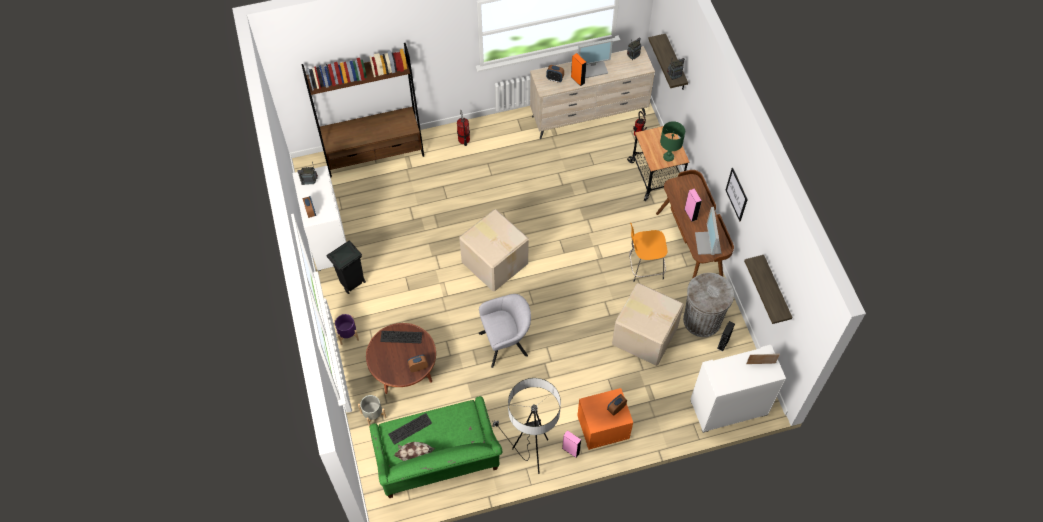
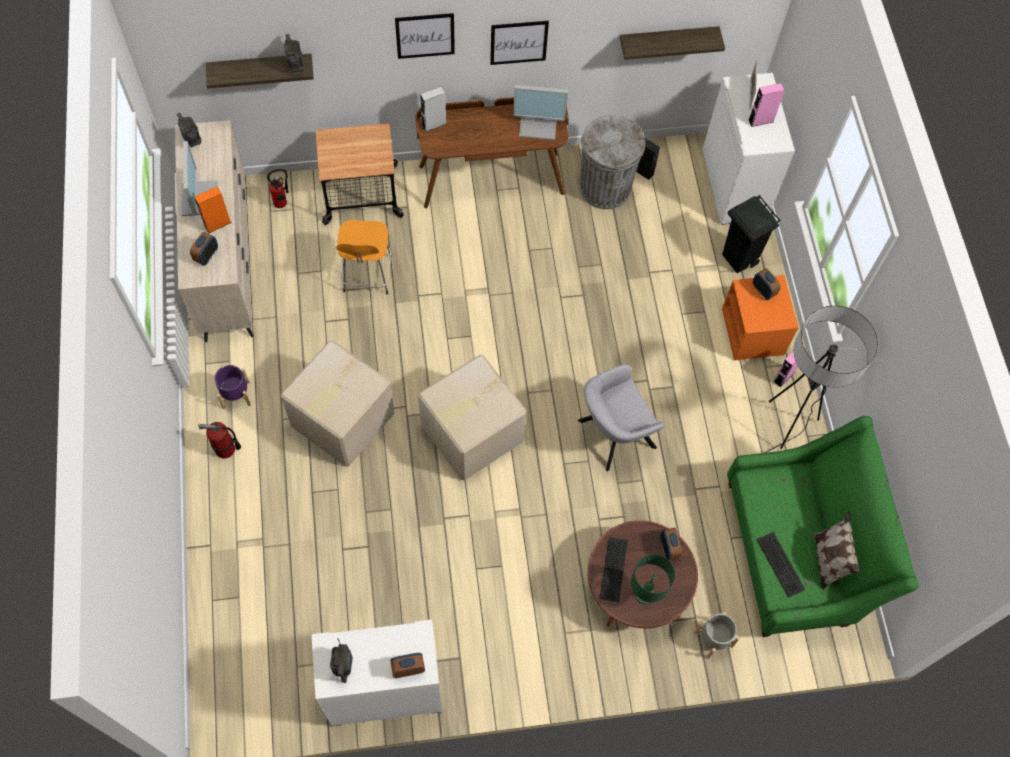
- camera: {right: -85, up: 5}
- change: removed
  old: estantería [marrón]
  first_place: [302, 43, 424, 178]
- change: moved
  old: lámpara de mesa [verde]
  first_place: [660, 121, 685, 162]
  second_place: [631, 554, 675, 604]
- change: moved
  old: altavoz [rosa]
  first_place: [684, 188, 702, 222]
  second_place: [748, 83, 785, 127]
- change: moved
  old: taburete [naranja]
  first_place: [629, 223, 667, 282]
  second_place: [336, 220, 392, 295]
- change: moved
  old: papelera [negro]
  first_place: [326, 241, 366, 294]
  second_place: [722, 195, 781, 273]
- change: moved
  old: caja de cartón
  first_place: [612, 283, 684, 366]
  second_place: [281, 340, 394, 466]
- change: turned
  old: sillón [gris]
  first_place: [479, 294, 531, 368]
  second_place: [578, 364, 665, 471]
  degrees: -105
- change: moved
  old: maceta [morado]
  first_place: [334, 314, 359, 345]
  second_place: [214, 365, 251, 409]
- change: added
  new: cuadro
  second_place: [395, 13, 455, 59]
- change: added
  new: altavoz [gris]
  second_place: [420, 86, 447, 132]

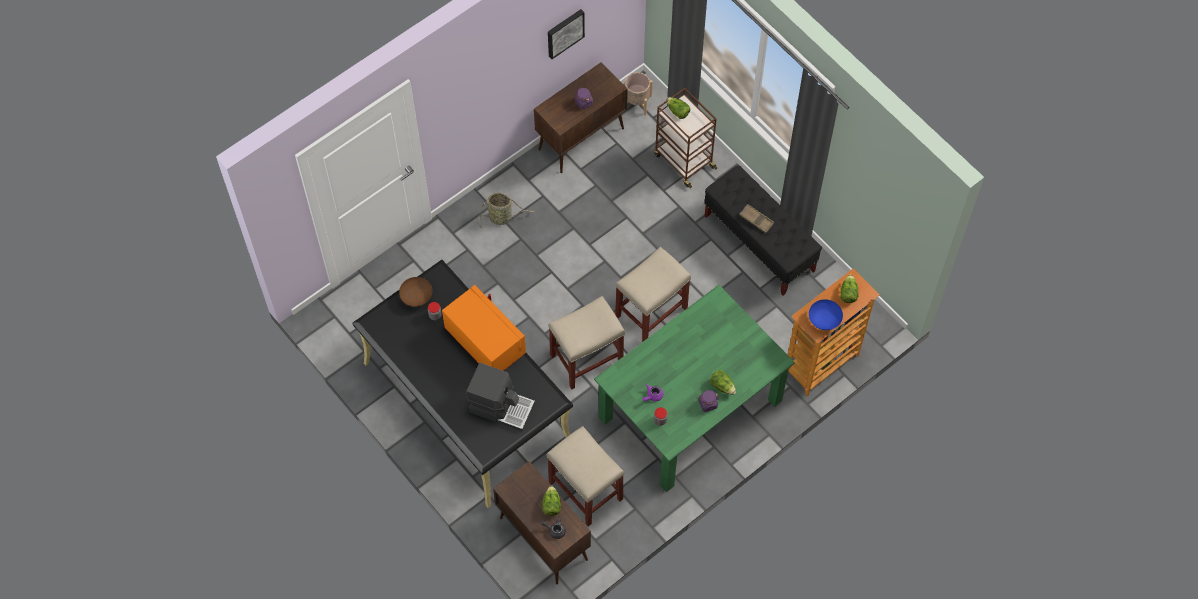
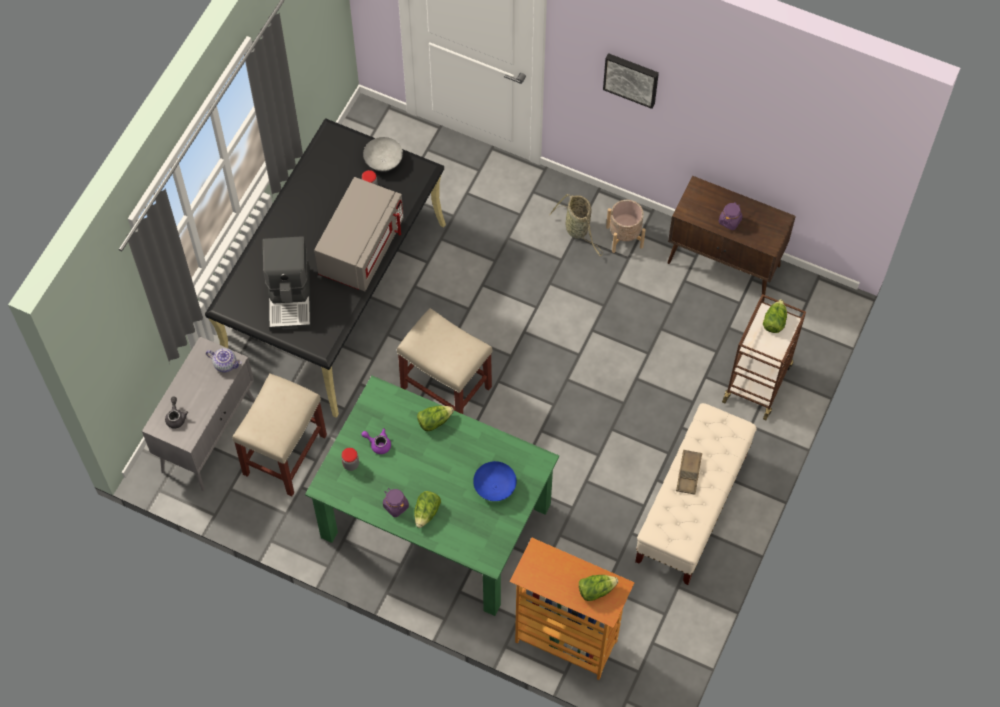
- camera: {right: 65, up: 0}
- change: moved
  old: cuadro
  first_place: [548, 9, 585, 59]
  second_place: [603, 53, 659, 109]
- change: moved
  old: maceta [beis]
  first_place: [625, 72, 653, 115]
  second_place: [606, 200, 646, 253]
- change: recoloured
  old: banco [negro]
  new: banco [beis]
  first_place: [704, 165, 822, 296]
  second_place: [635, 403, 757, 585]
- change: removed
  old: taburete [beis]
  first_place: [615, 247, 691, 342]
- change: recoloured
  old: cuenco [marrón]
  new: cuenco [gris]
  first_place: [399, 277, 432, 307]
  second_place: [363, 137, 403, 171]
- change: recoloured
  old: microondas [naranja]
  new: microondas [gris]
  first_place: [442, 285, 526, 371]
  second_place: [314, 177, 404, 291]
- change: moved
  old: cuenco [azul]
  first_place: [809, 299, 843, 330]
  second_place: [473, 461, 517, 501]
- change: recoloured
  old: armario [marrón]
  new: armario [gris]
  first_place: [493, 461, 591, 584]
  second_place: [142, 337, 255, 491]
- change: moved
  old: lechuga
  first_place: [542, 486, 561, 516]
  second_place: [417, 406, 454, 431]
- change: added
  new: tetera
  second_place: [206, 348, 242, 372]

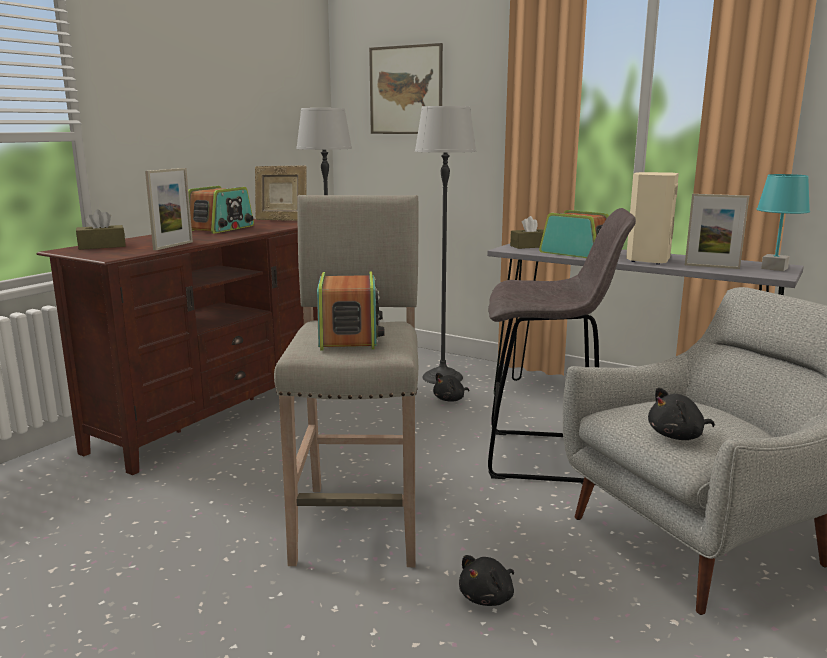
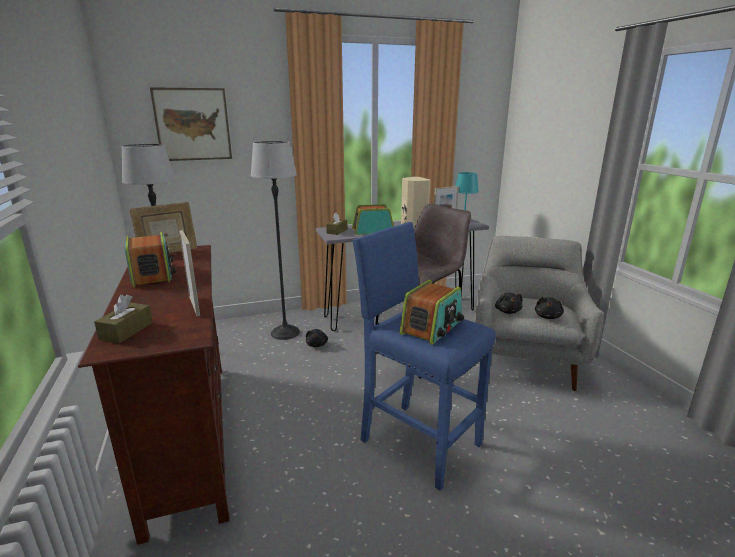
- camera: {right: -50, up: 5}
- change: recoloured
  old: taburete [beis]
  new: taburete [azul]
  first_place: [274, 195, 418, 567]
  second_place: [352, 222, 496, 491]
- change: turned
  old: radio
  first_place: [317, 271, 384, 351]
  second_place: [400, 280, 464, 345]
  degrees: 90
- change: moved
  old: peluche [negro]
  first_place: [459, 555, 514, 606]
  second_place: [495, 293, 523, 314]

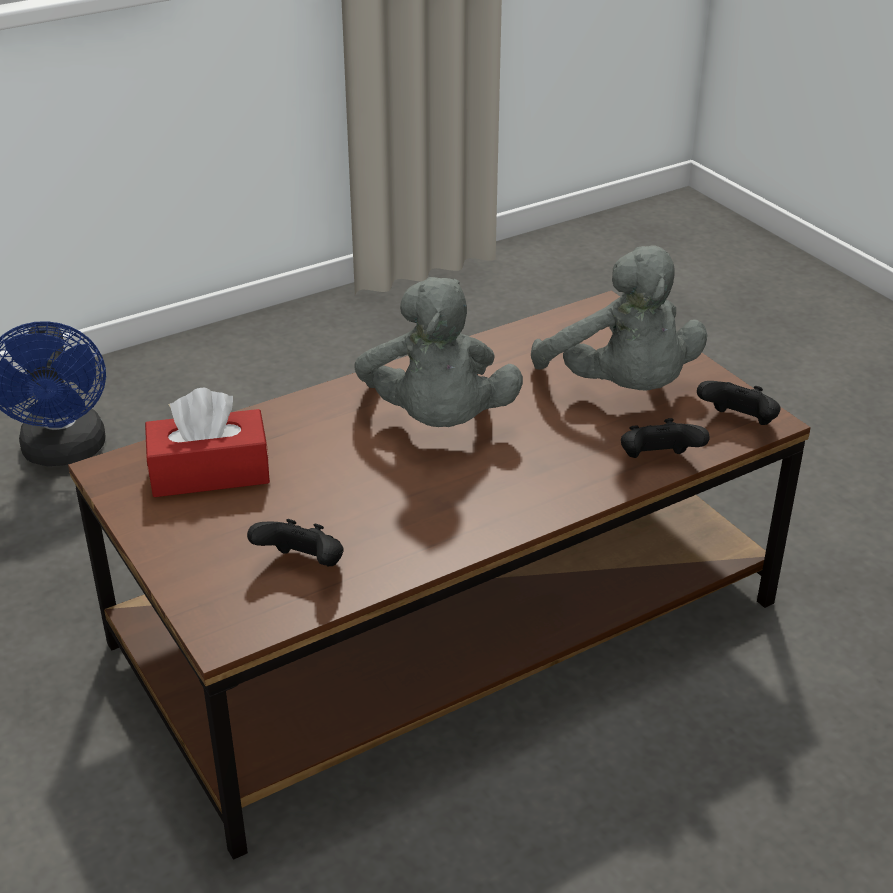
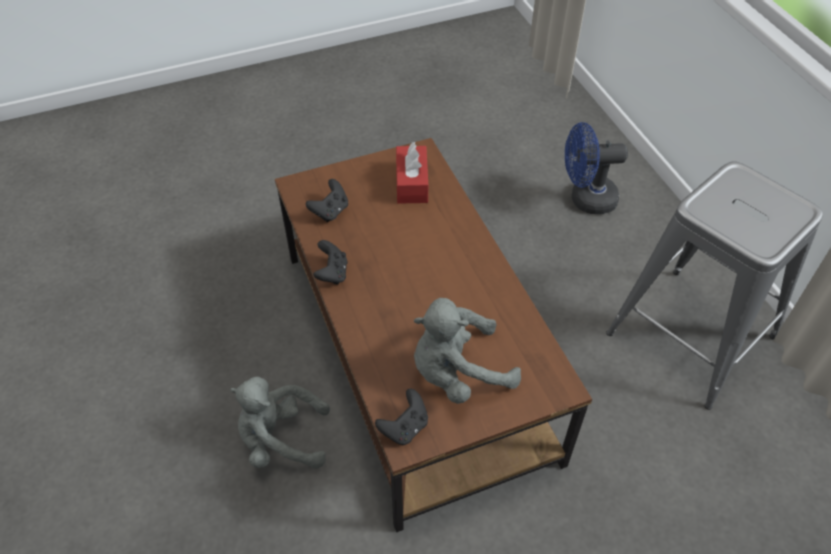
- camera: {right: 100, up: 15}
- change: moved
  old: peluche [gris]
  first_place: [354, 277, 523, 427]
  second_place: [230, 377, 330, 469]
- change: moved
  old: mando de consola [negro]
  first_place: [621, 418, 710, 458]
  second_place: [313, 240, 348, 285]
- change: added
  new: taburete [gris]
  second_place: [606, 161, 823, 410]

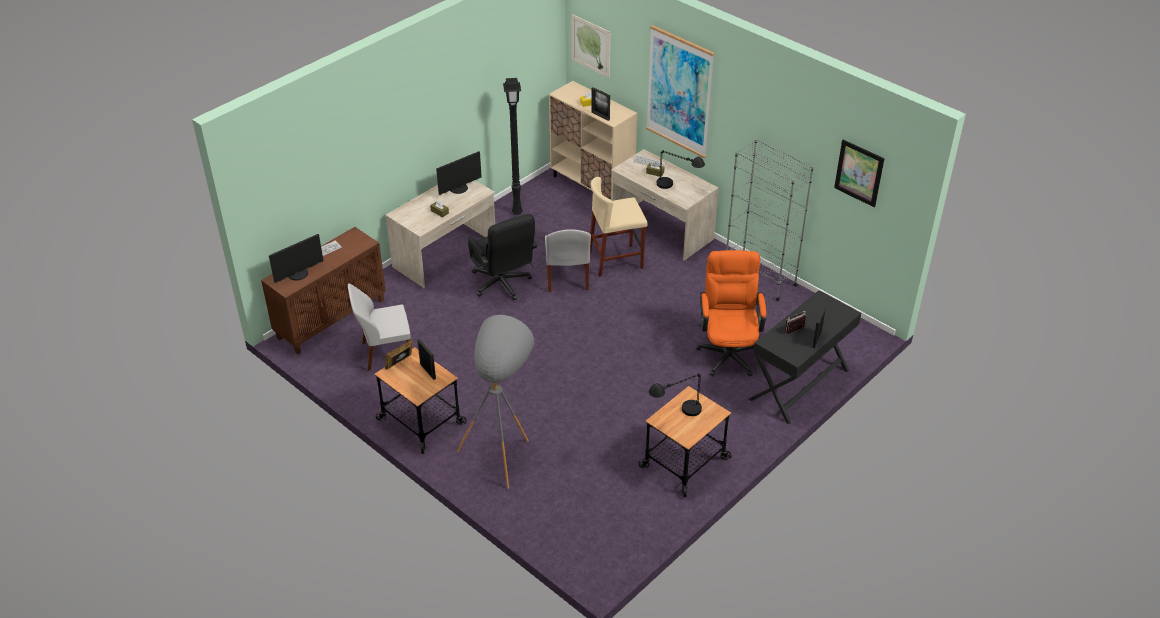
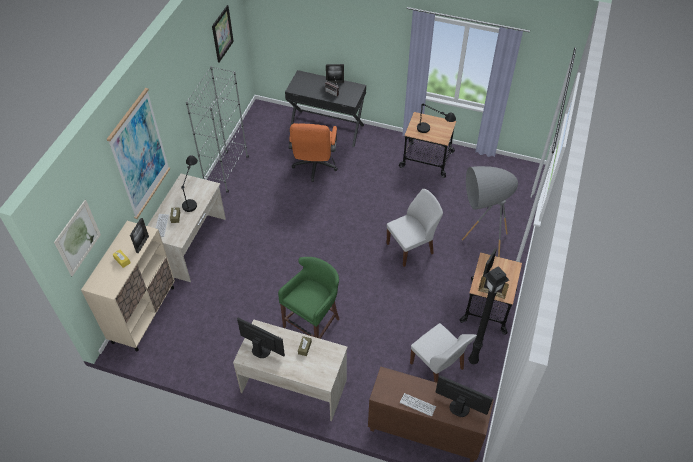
- camera: {right: -115, up: 10}
- change: moved
  old: lámpara de pie [negro]
  first_place: [503, 78, 522, 215]
  second_place: [468, 266, 509, 364]
- change: removed
  old: taburete [beis]
  first_place: [590, 177, 648, 277]
- change: replaced
  old: silla de oficina [negro]
  new: taburete [verde]
  first_place: [468, 214, 537, 300]
  second_place: [278, 257, 340, 339]
- change: moved
  old: silla [blanco]
  first_place: [545, 229, 591, 292]
  second_place: [387, 189, 443, 267]
- change: turned
  old: silla de oficina [naranja]
  first_place: [696, 250, 766, 376]
  second_place: [289, 123, 338, 182]
  degrees: -60

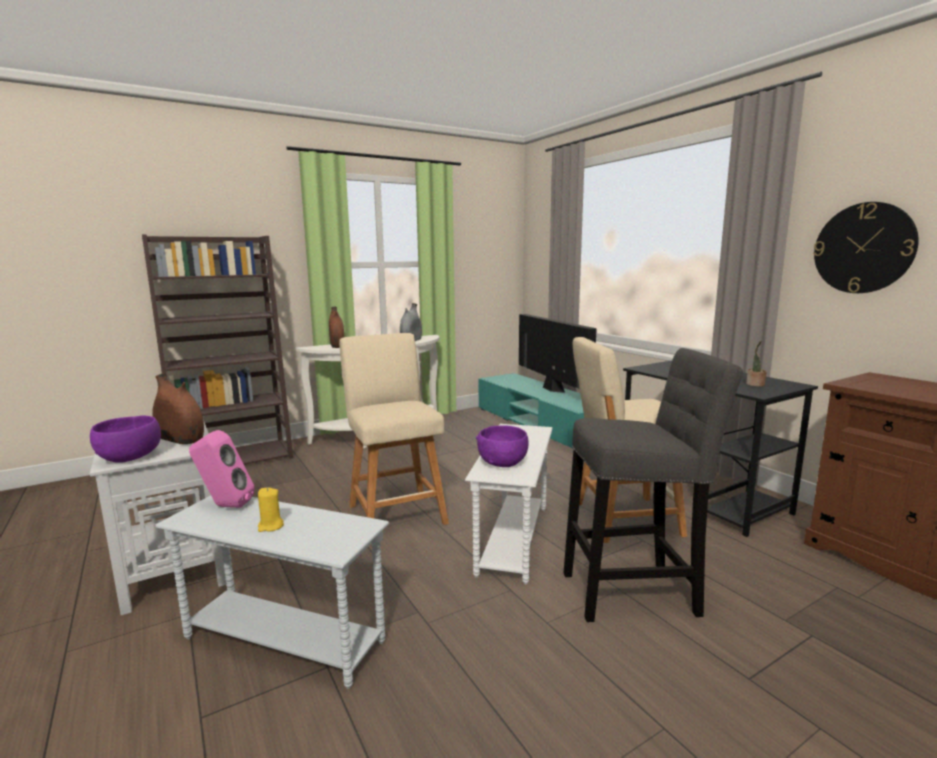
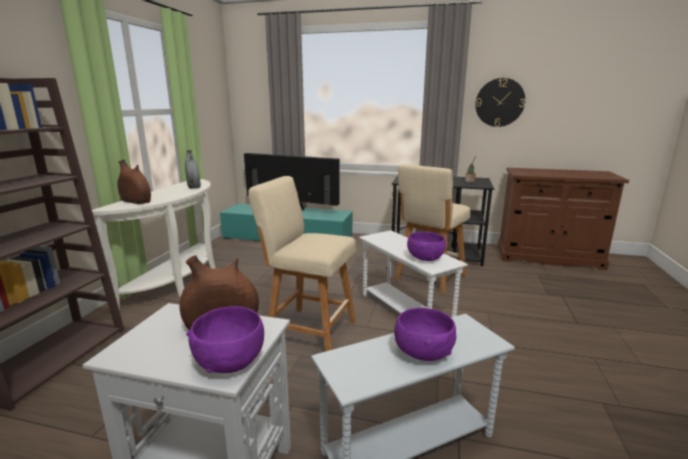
- camera: {right: -45, up: 5}
- change: removed
  old: taburete [gris]
  first_place: [564, 348, 743, 622]
- change: removed
  old: altavoz [rosa]
  first_place: [189, 430, 255, 508]
- change: replaced
  old: vela [amarillo]
  new: cuenco [morado]
  first_place: [258, 488, 284, 532]
  second_place: [394, 308, 456, 361]

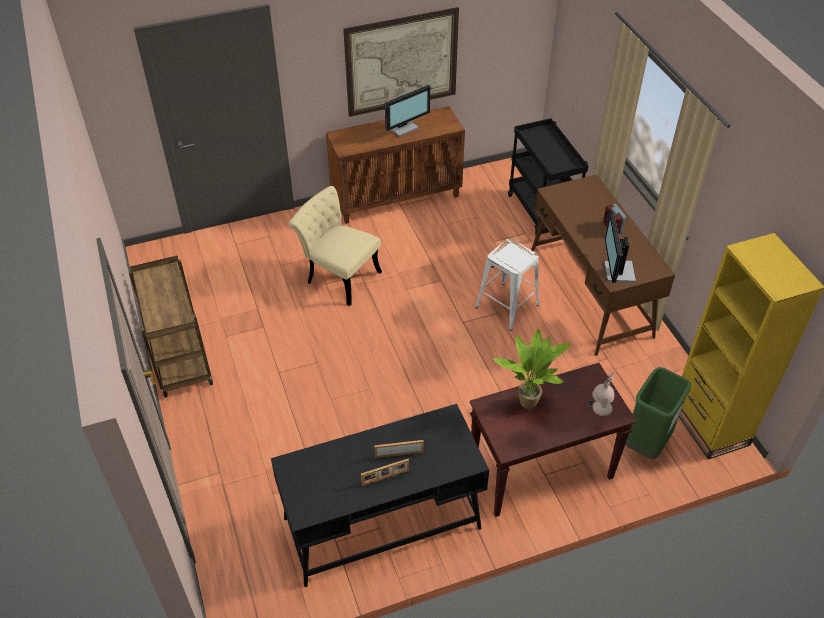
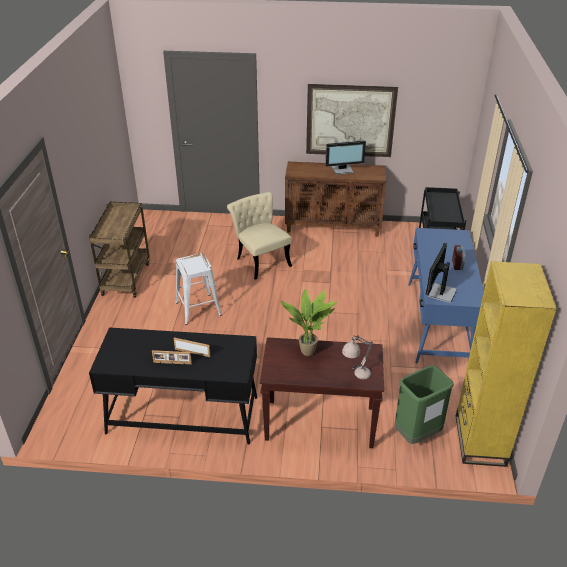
- camera: {right: 25, up: -10}
- change: recoloured
  old: escritorio [marrón]
  new: escritorio [azul]
  first_place: [531, 174, 675, 356]
  second_place: [408, 228, 484, 363]
- change: moved
  old: taburete [blanco]
  first_place: [475, 239, 540, 331]
  second_place: [175, 253, 222, 325]

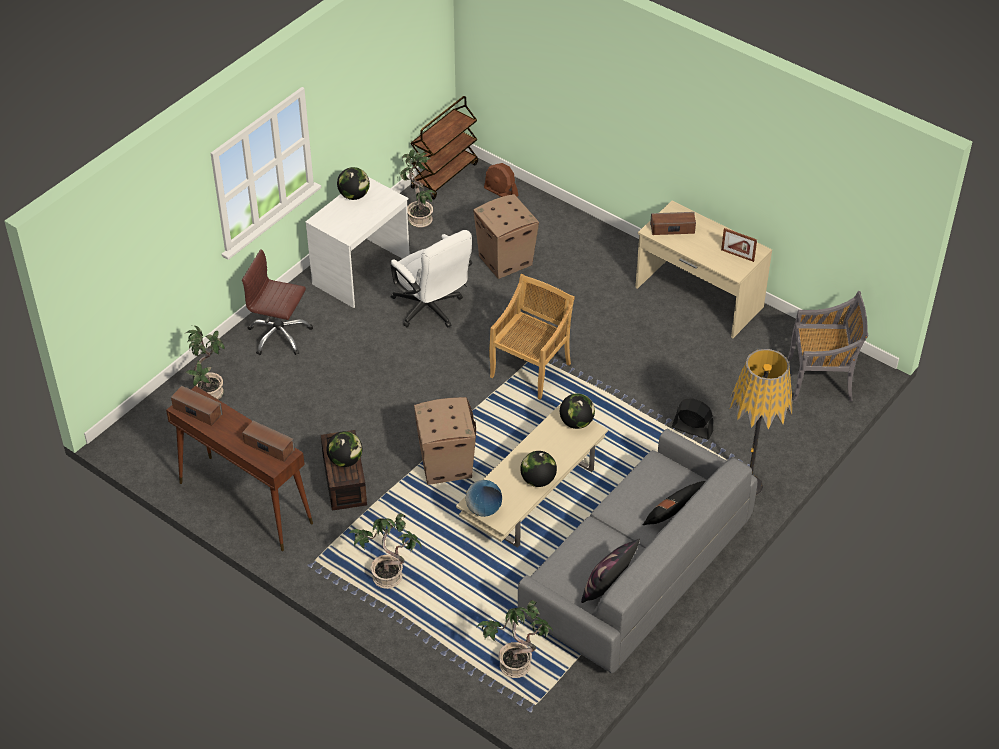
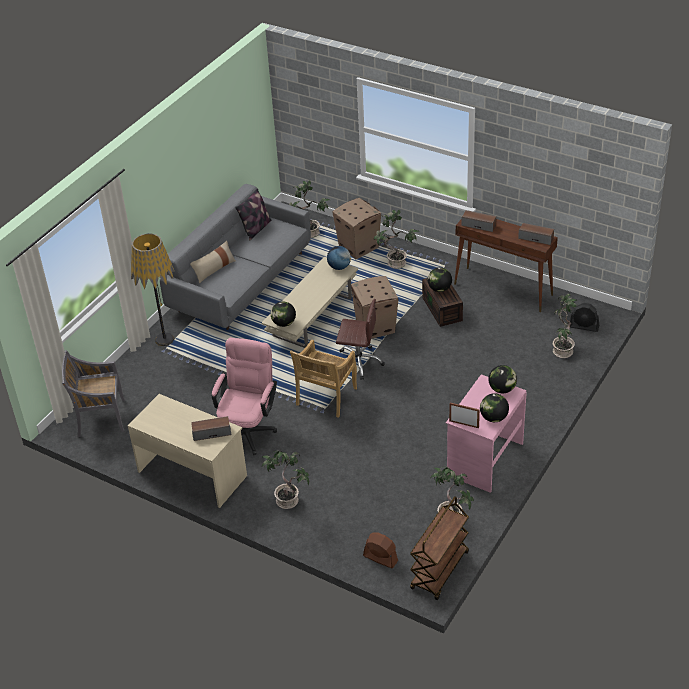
- camera: {right: 175, up: -5}
- change: recoloured
  old: escritorio [blanco]
  new: escritorio [rosa]
  first_place: [305, 177, 410, 308]
  second_place: [446, 374, 527, 493]
- change: moved
  old: caja de cartón
  first_place: [473, 194, 539, 279]
  second_place: [332, 198, 381, 260]
- change: moved
  old: portarretratos
  first_place: [721, 228, 757, 262]
  second_place: [449, 403, 480, 428]
- change: removed
  old: silla de oficina [blanco]
  first_place: [391, 230, 472, 327]
- change: moved
  old: silla de oficina [marrón]
  first_place: [242, 249, 313, 355]
  second_place: [336, 299, 385, 380]
- change: moved
  old: ventilador [negro]
  first_place: [672, 398, 713, 439]
  second_place: [570, 303, 599, 332]
- change: moved
  old: globo terráqueo
  first_place: [520, 451, 557, 487]
  second_place: [489, 365, 517, 393]
- change: recoloured
  old: cojín [negro]
  new: cojín [beis]
  first_place: [643, 481, 706, 525]
  second_place: [190, 241, 236, 283]
- change: added
  new: silla de oficina [rosa]
  second_place: [212, 338, 277, 455]
- change: added
  new: planta en maceta
  second_place: [261, 451, 309, 509]

